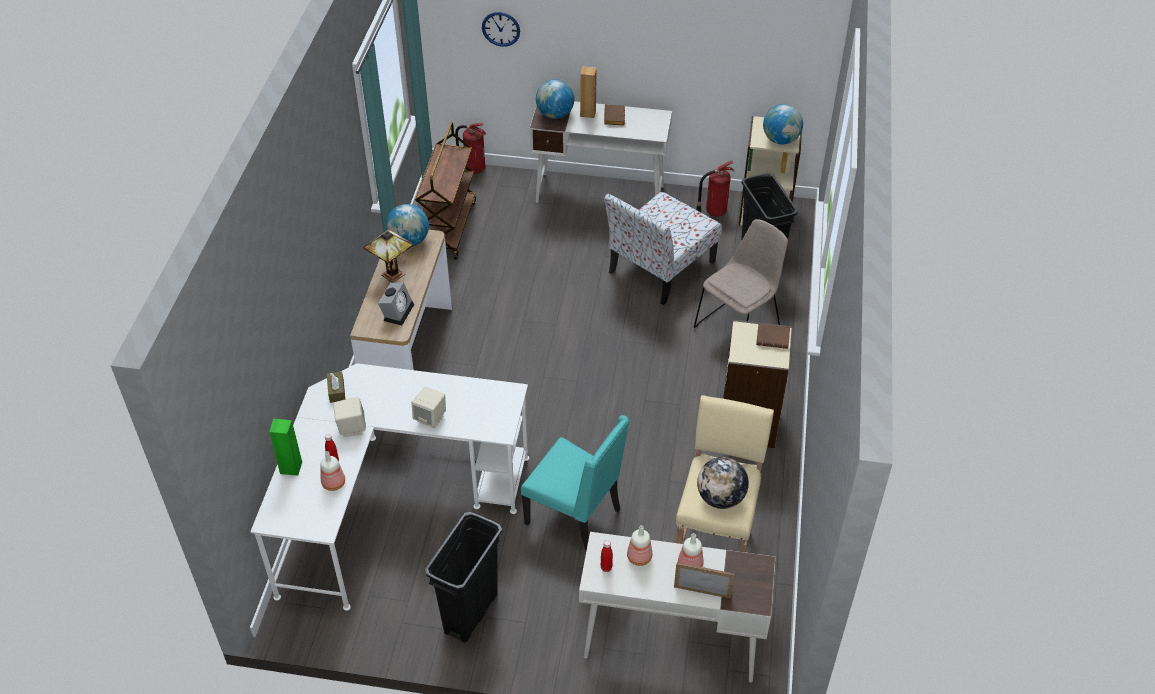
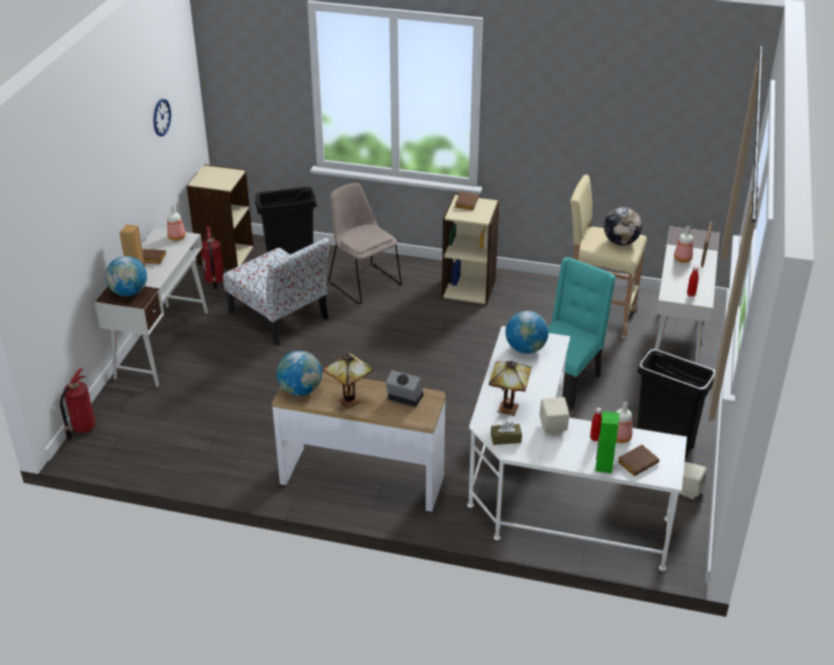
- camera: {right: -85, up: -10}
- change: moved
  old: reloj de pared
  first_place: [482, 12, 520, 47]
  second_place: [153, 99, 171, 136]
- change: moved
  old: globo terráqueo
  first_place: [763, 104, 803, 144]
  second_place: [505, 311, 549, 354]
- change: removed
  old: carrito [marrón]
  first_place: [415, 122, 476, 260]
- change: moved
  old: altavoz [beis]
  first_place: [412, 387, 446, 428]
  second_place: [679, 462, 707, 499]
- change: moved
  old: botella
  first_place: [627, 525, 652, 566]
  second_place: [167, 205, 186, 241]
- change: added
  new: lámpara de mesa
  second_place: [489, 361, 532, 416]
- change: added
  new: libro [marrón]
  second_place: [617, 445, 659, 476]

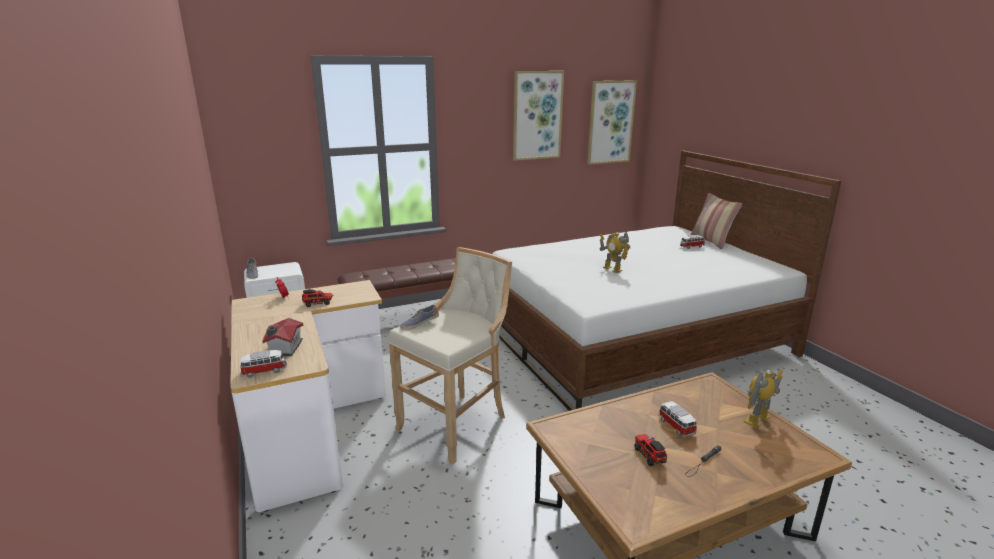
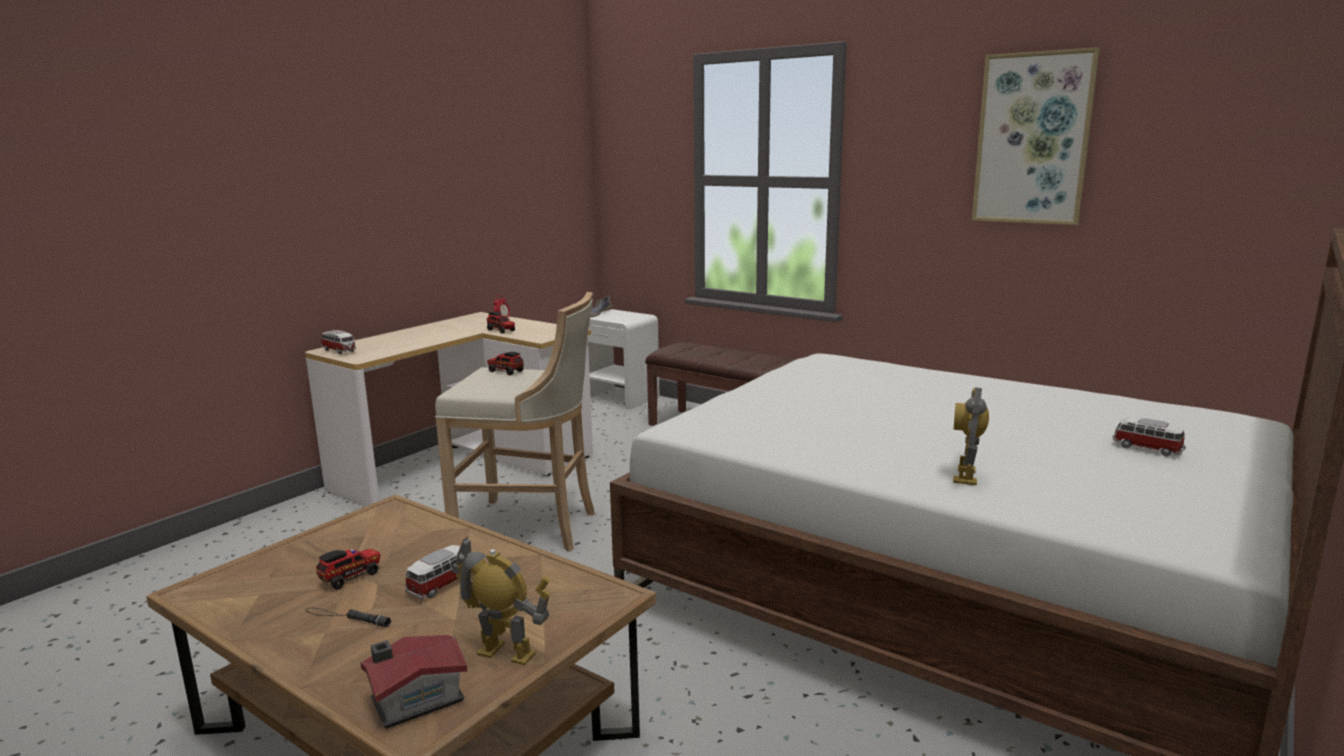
- camera: {right: 60, up: -5}
- change: removed
  old: cuadro
  first_place: [587, 80, 637, 165]
- change: removed
  old: cojín
  first_place: [690, 193, 742, 249]
- change: moved
  old: robot de juguete
  first_place: [600, 232, 630, 273]
  second_place: [953, 387, 989, 485]
- change: replaced
  old: zapato
  new: camión de juguete
  first_place: [400, 304, 439, 330]
  second_place: [487, 352, 524, 375]
- change: moved
  old: casita
  first_place: [262, 318, 303, 356]
  second_place: [361, 635, 467, 729]

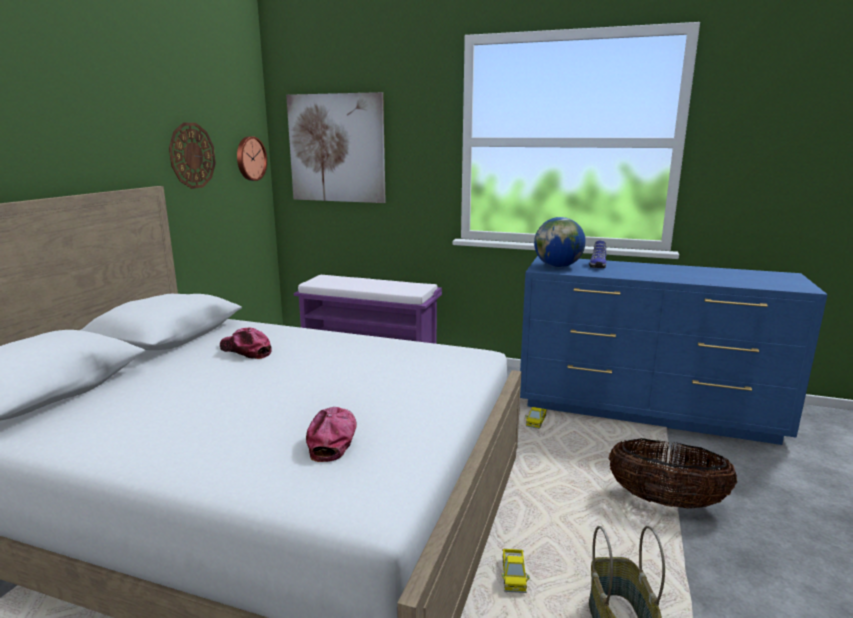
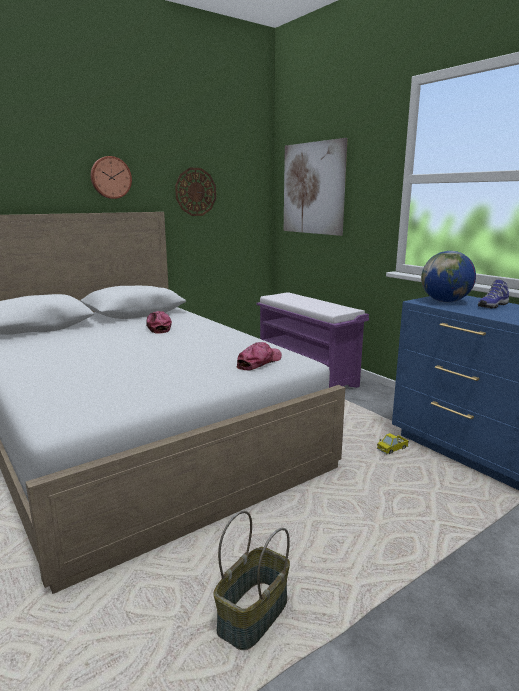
- camera: {right: 35, up: 0}
- change: moved
  old: reloj de pared
  first_place: [237, 136, 267, 181]
  second_place: [91, 156, 132, 199]
- change: moved
  old: gorra
  first_place: [306, 407, 357, 462]
  second_place: [237, 342, 282, 370]
- change: removed
  old: cesta
  first_place: [608, 438, 737, 509]
- change: removed
  old: camión de juguete
  first_place: [502, 549, 530, 593]

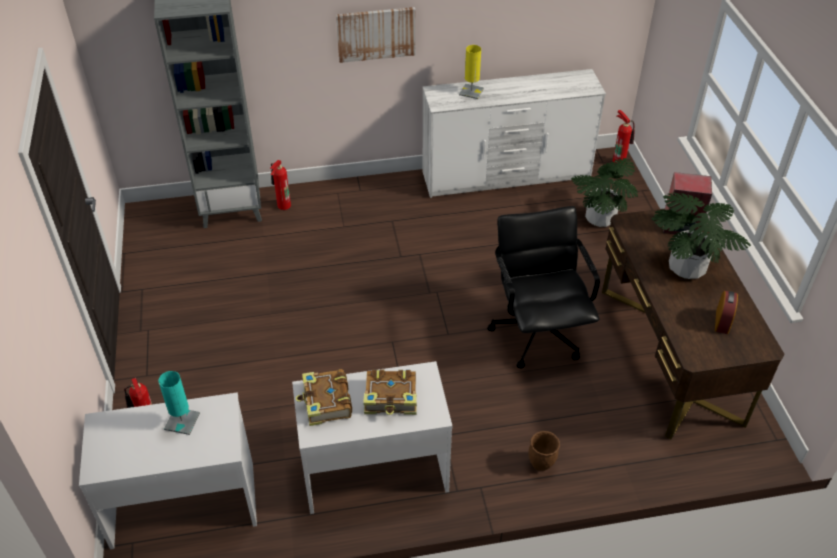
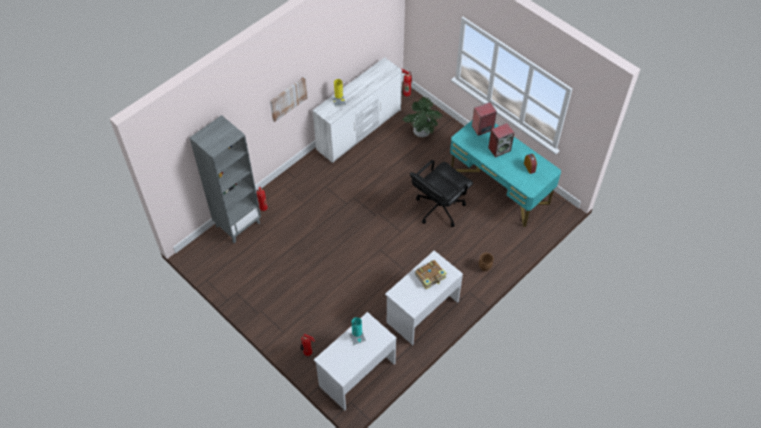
- camera: {right: -35, up: 10}
- change: replaced
  old: planta en maceta
  new: altavoz
  first_place: [651, 193, 751, 279]
  second_place: [488, 123, 514, 158]
- change: turned
  old: silla de oficina [negro]
  first_place: [487, 206, 600, 369]
  second_place: [410, 160, 473, 227]
  degrees: -90
- change: recoloured
  old: escritorio [marrón]
  new: escritorio [turquesa]
  first_place: [602, 208, 785, 439]
  second_place: [450, 121, 561, 227]
- change: removed
  old: libro
  first_place: [296, 369, 352, 426]

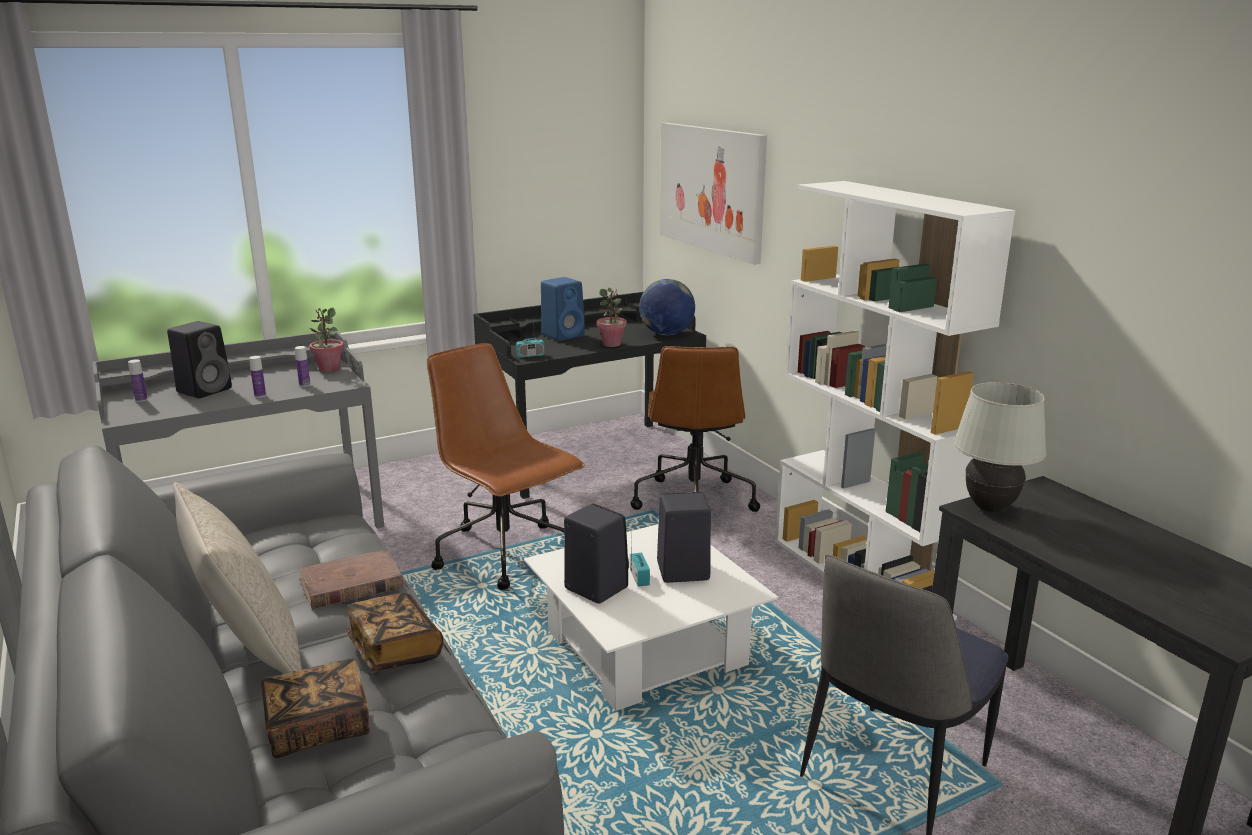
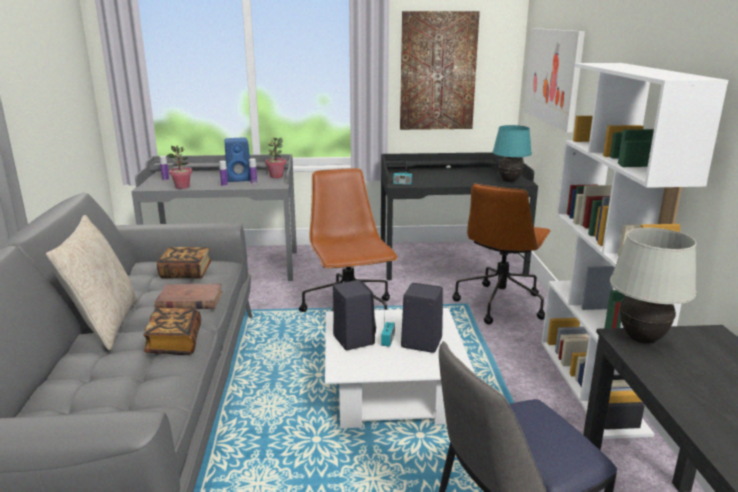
- camera: {right: 25, up: 0}
- change: moved
  old: altavoz [azul]
  first_place: [541, 277, 585, 341]
  second_place: [225, 137, 250, 182]
- change: replaced
  old: globo terráqueo
  new: lámpara de mesa [turquesa]
  first_place: [639, 279, 695, 335]
  second_place: [493, 125, 532, 182]
- change: moved
  old: planta en maceta
  first_place: [596, 288, 627, 347]
  second_place: [167, 145, 192, 189]
- change: removed
  old: altavoz [negro]
  first_place: [167, 321, 232, 398]
- change: moved
  old: libro
  first_place: [261, 658, 370, 758]
  second_place: [157, 247, 212, 279]
- change: added
  new: cuadro
  second_place: [400, 11, 480, 130]

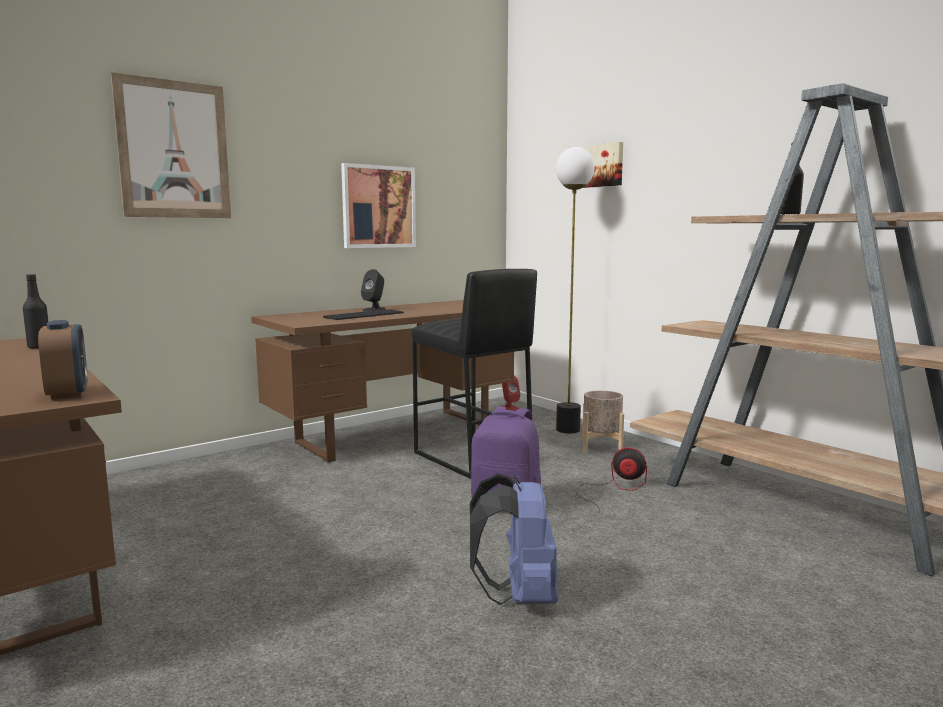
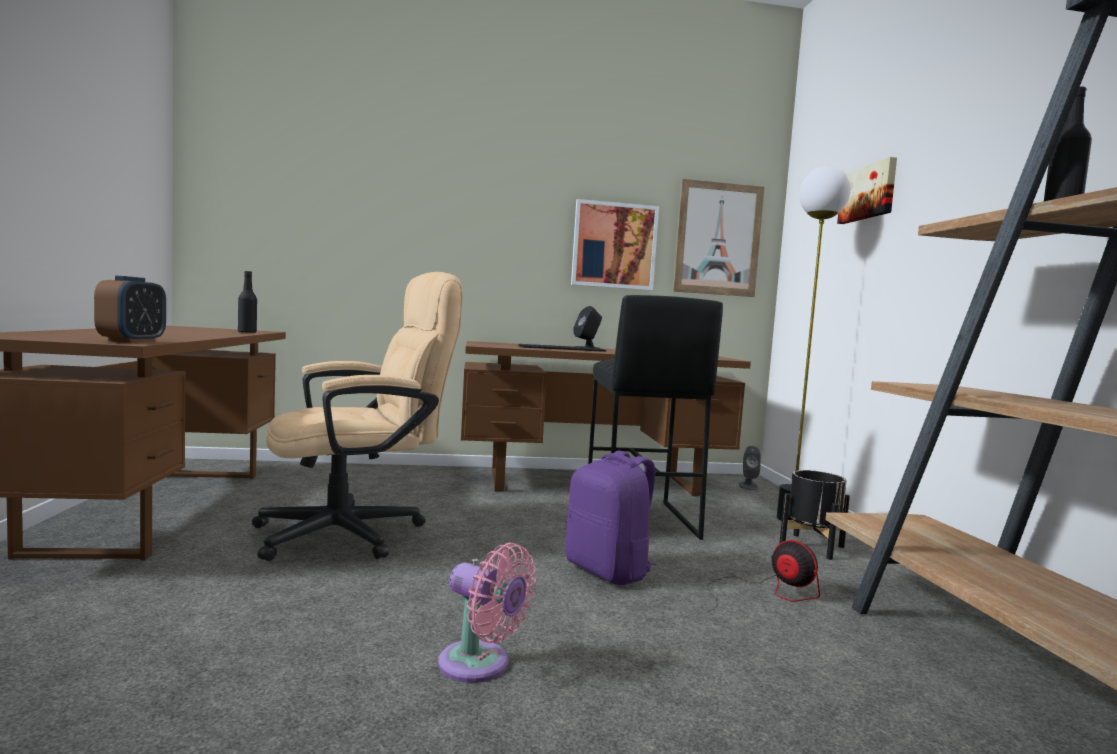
- camera: {right: 30, up: -5}
- change: moved
  old: cuadro
  first_place: [111, 72, 231, 218]
  second_place: [673, 179, 764, 297]
- change: recoloured
  old: altavoz [rojo]
  new: altavoz [gris]
  first_place: [501, 376, 520, 411]
  second_place: [739, 446, 761, 490]
- change: recoloured
  old: maceta [beis]
  new: maceta [negro]
  first_place: [582, 390, 624, 453]
  second_place: [779, 470, 850, 560]
- change: replaced
  old: mochila [azul]
  new: ventilador [rosa]
  first_place: [470, 473, 558, 605]
  second_place: [438, 542, 536, 683]
- change: added
  new: silla de oficina [beis]
  second_place: [252, 272, 463, 561]

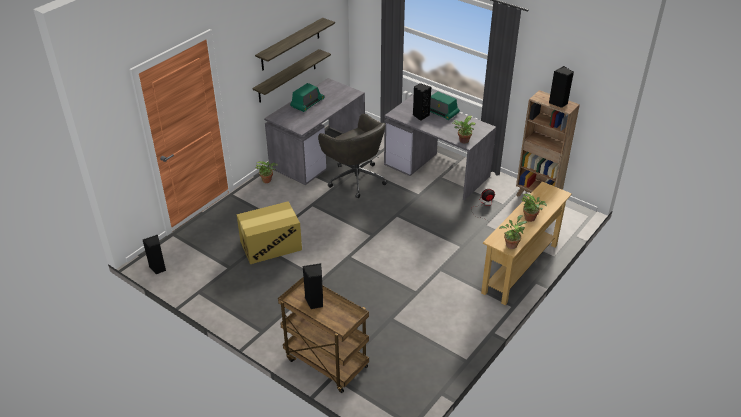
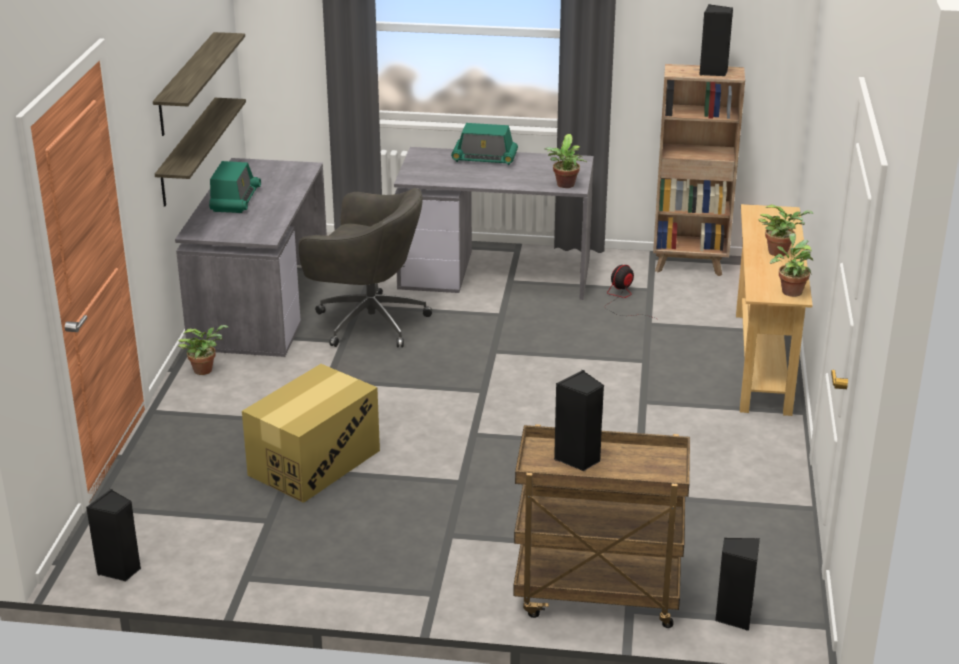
- camera: {right: -30, up: -10}
- change: moved
  old: altavoz [negro]
  first_place: [413, 83, 431, 121]
  second_place: [715, 538, 760, 631]

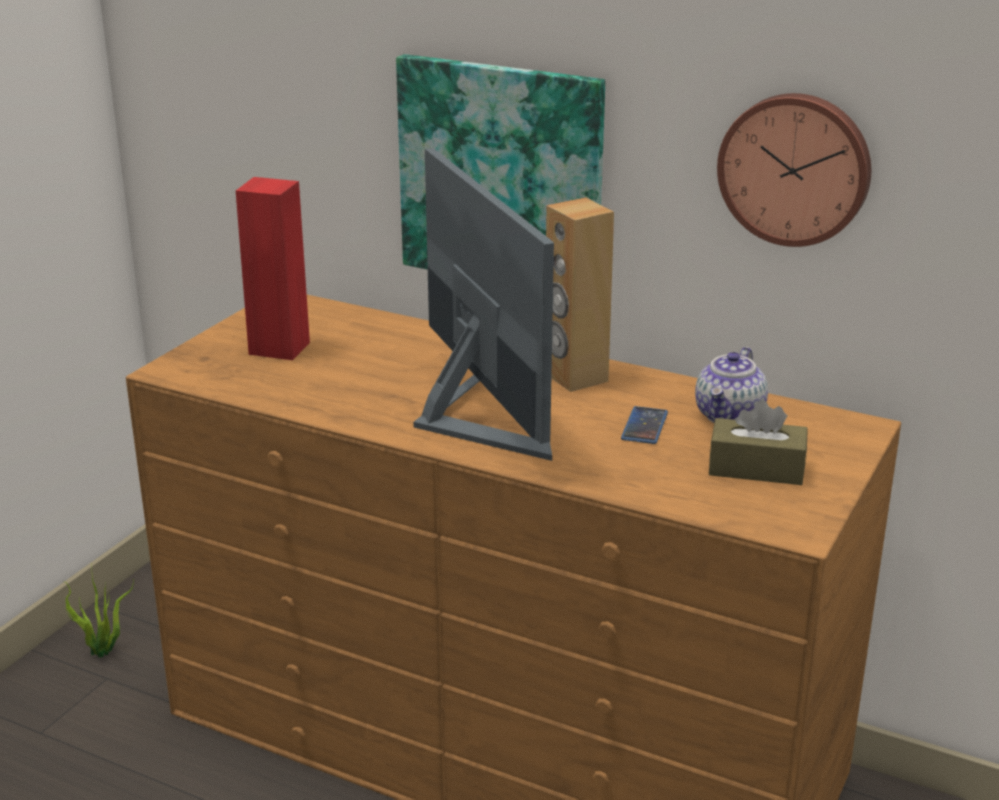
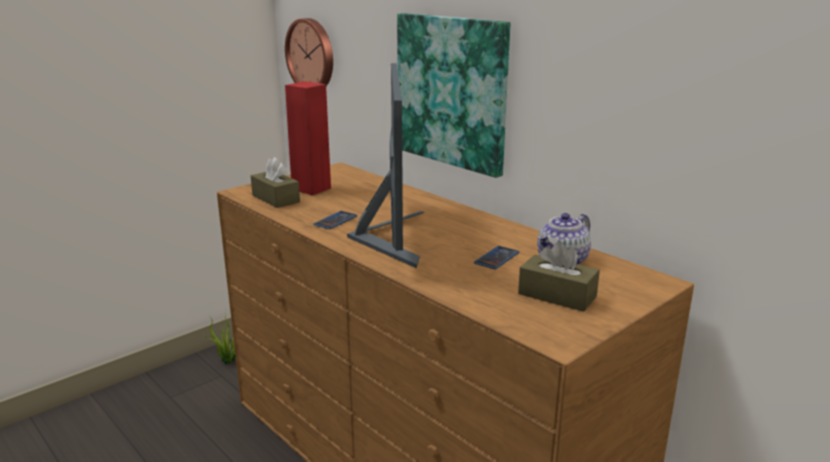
- camera: {right: 20, up: -5}
- change: moved
  old: reloj de pared
  first_place: [717, 93, 871, 247]
  second_place: [285, 18, 333, 86]
- change: removed
  old: altavoz [marrón]
  first_place: [546, 198, 614, 392]
- change: added
  new: caja de pañuelos [marrón]
  second_place: [251, 157, 300, 208]
- change: added
  new: móvil
  second_place: [313, 211, 357, 229]

